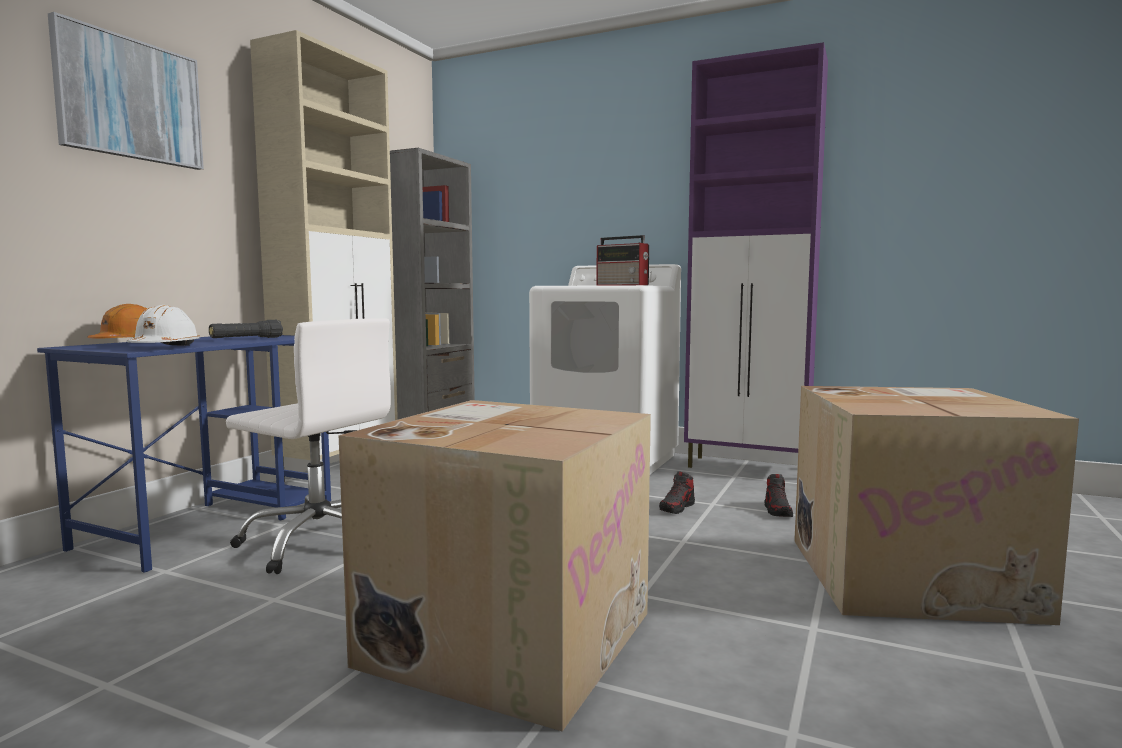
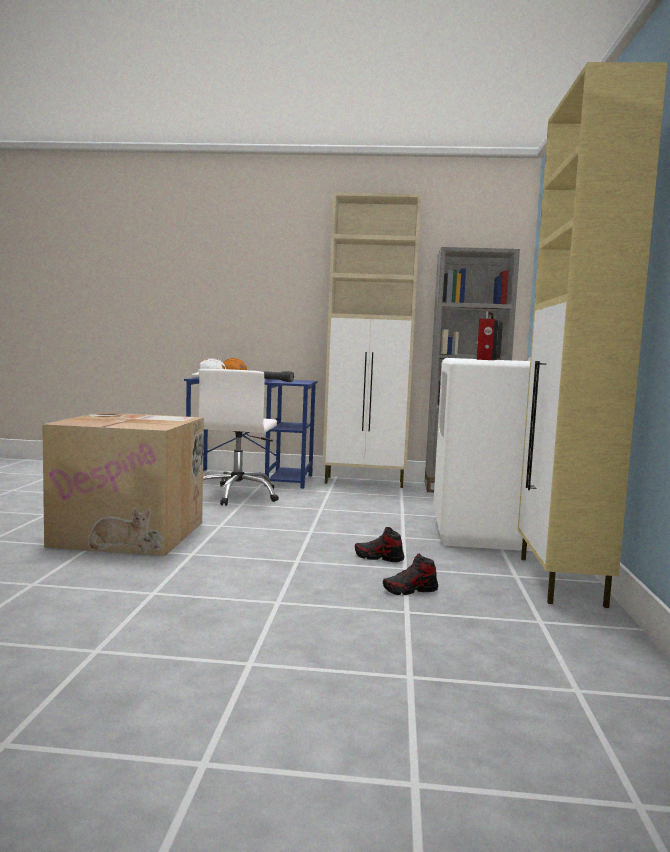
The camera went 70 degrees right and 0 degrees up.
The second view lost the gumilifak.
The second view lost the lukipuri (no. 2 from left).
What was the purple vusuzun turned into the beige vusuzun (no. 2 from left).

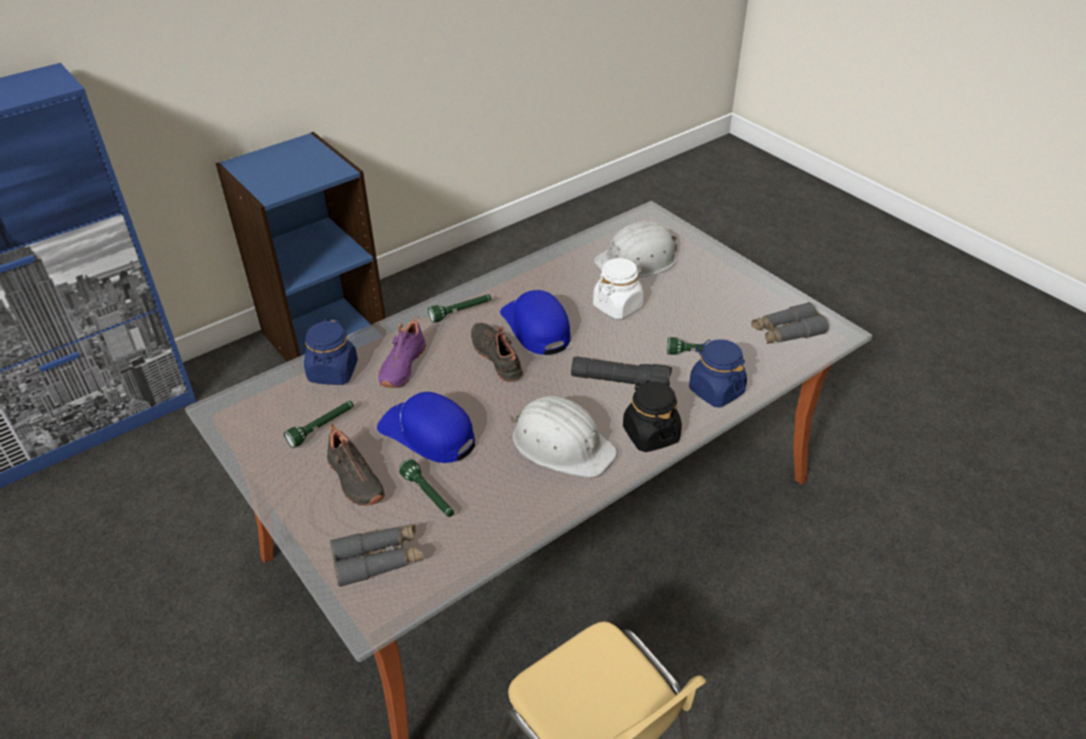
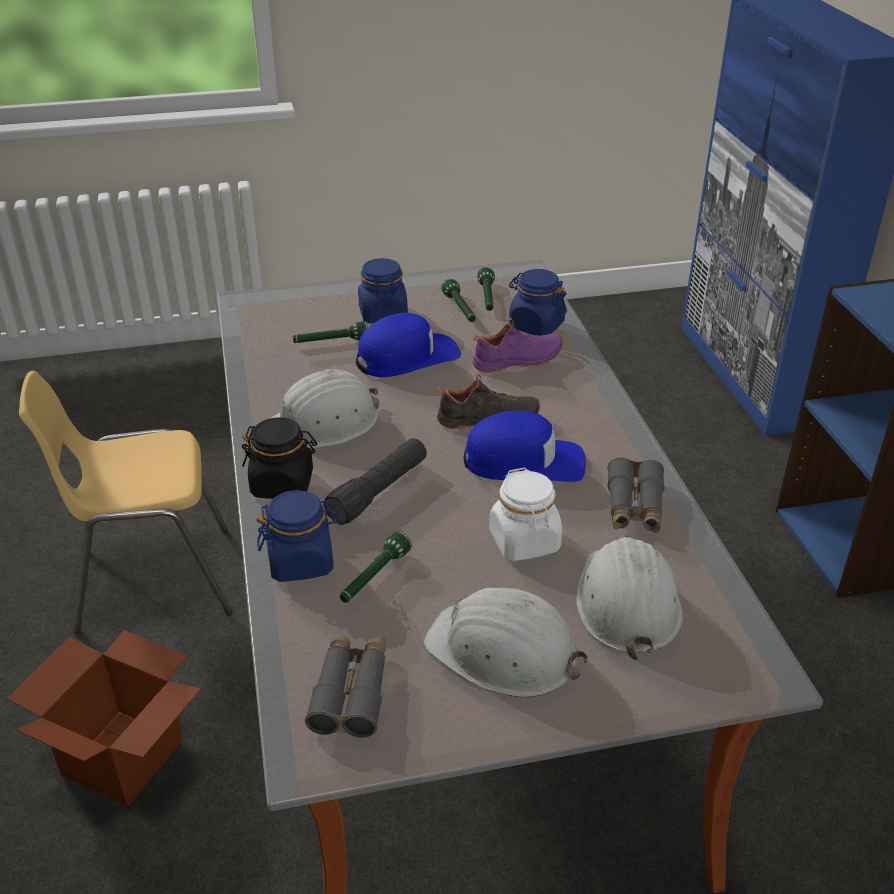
The camera went 115 degrees right and 5 degrees down.
The second view gained the lukipuri.
The second view gained the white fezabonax (no. 2 from left).
The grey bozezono (no. 1 from left in the first image) ended up elsewhere.
The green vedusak (no. 3 from left in the first image) ended up elsewhere.
Where the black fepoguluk (no. 1 from left) stood, the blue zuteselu (no. 2 from left) came to stand.
The purple fepoguluk ended up facing another way, 120 degrees clockwise from before.

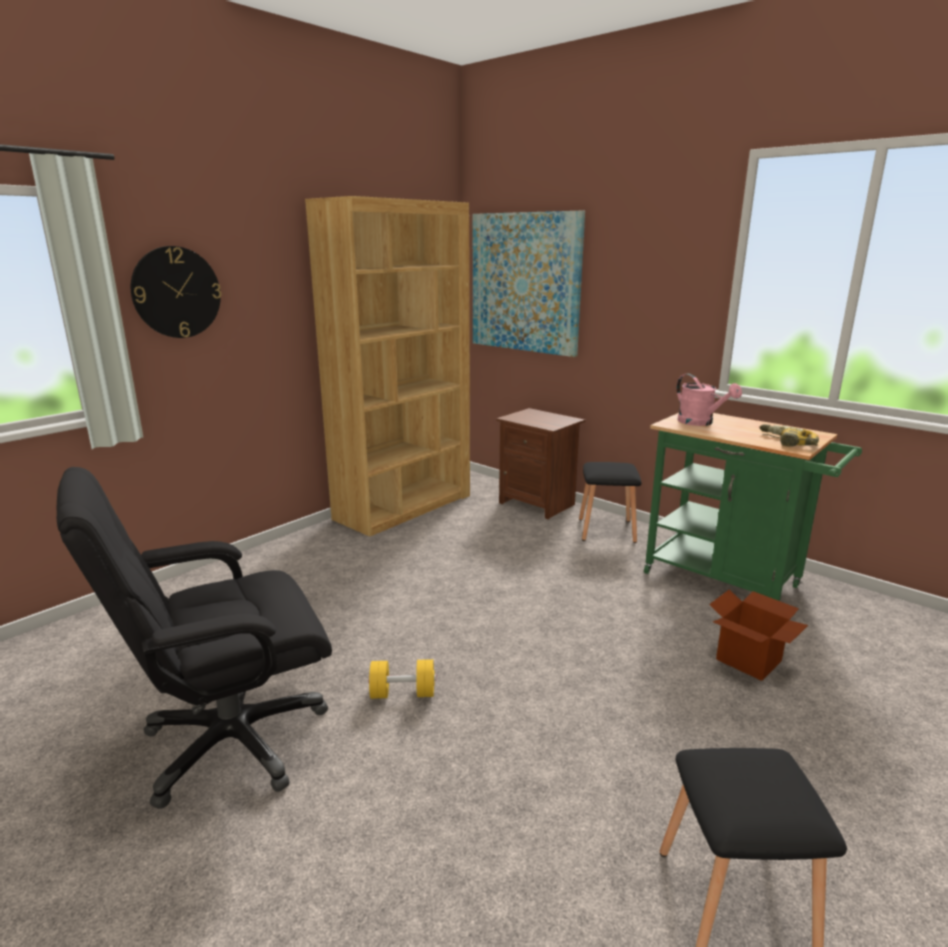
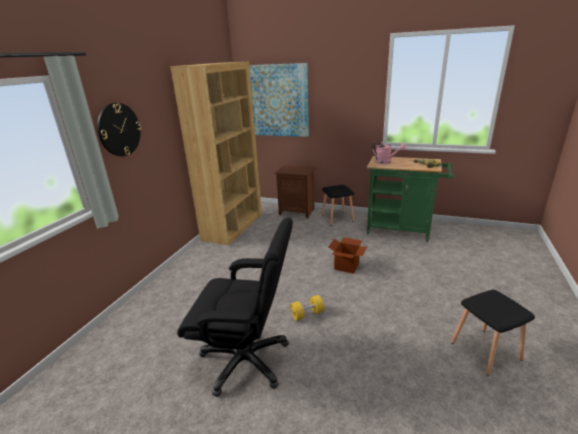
The camera went 20 degrees left and 5 degrees up.
The lukipuri ended up elsewhere.
The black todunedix ended up facing another way, 120 degrees counterclockwise from before.

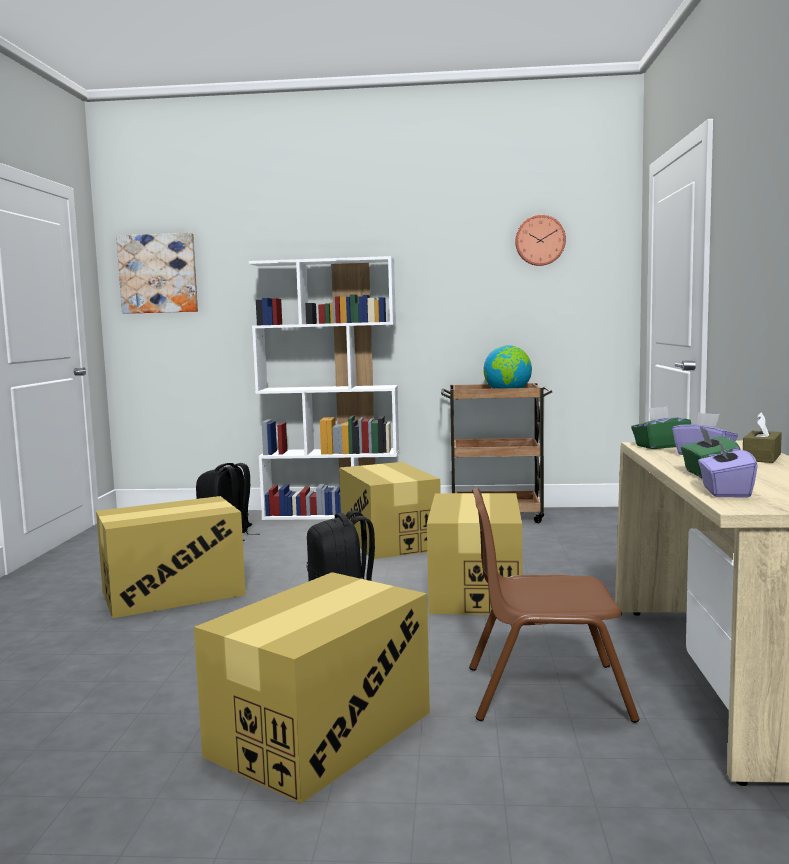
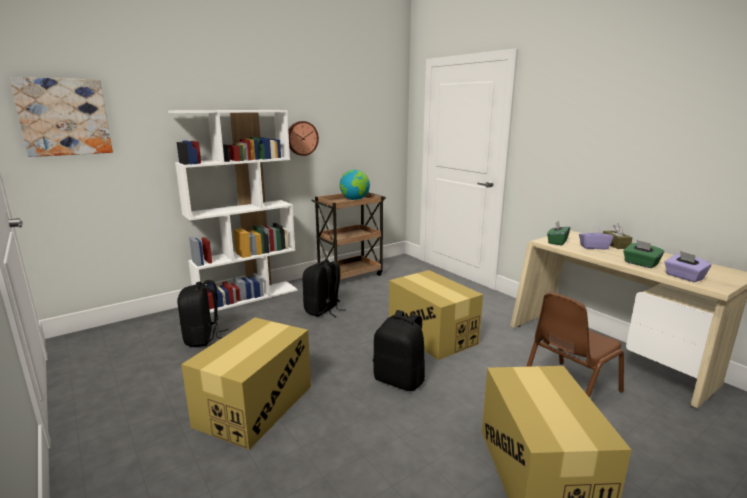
The camera went 40 degrees left and 10 degrees up.
The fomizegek ended up elsewhere.
Where the lukipuri (no. 3 from left) stood, the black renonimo (no. 2 from left) came to stand.

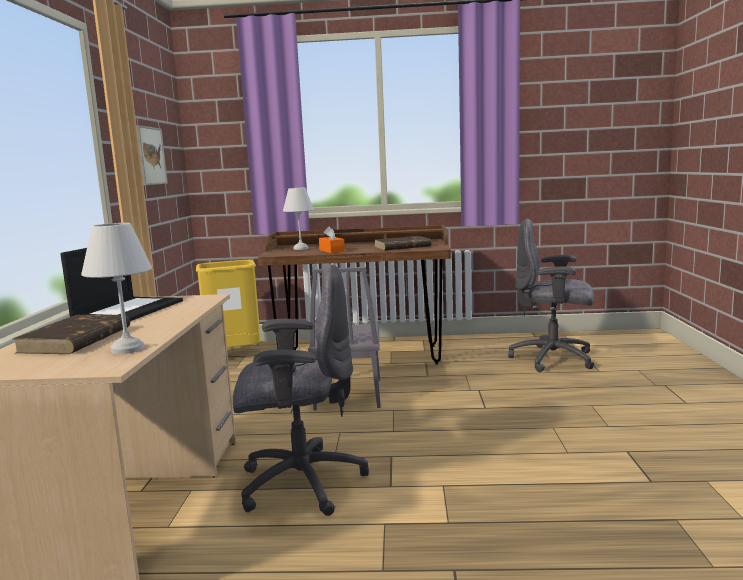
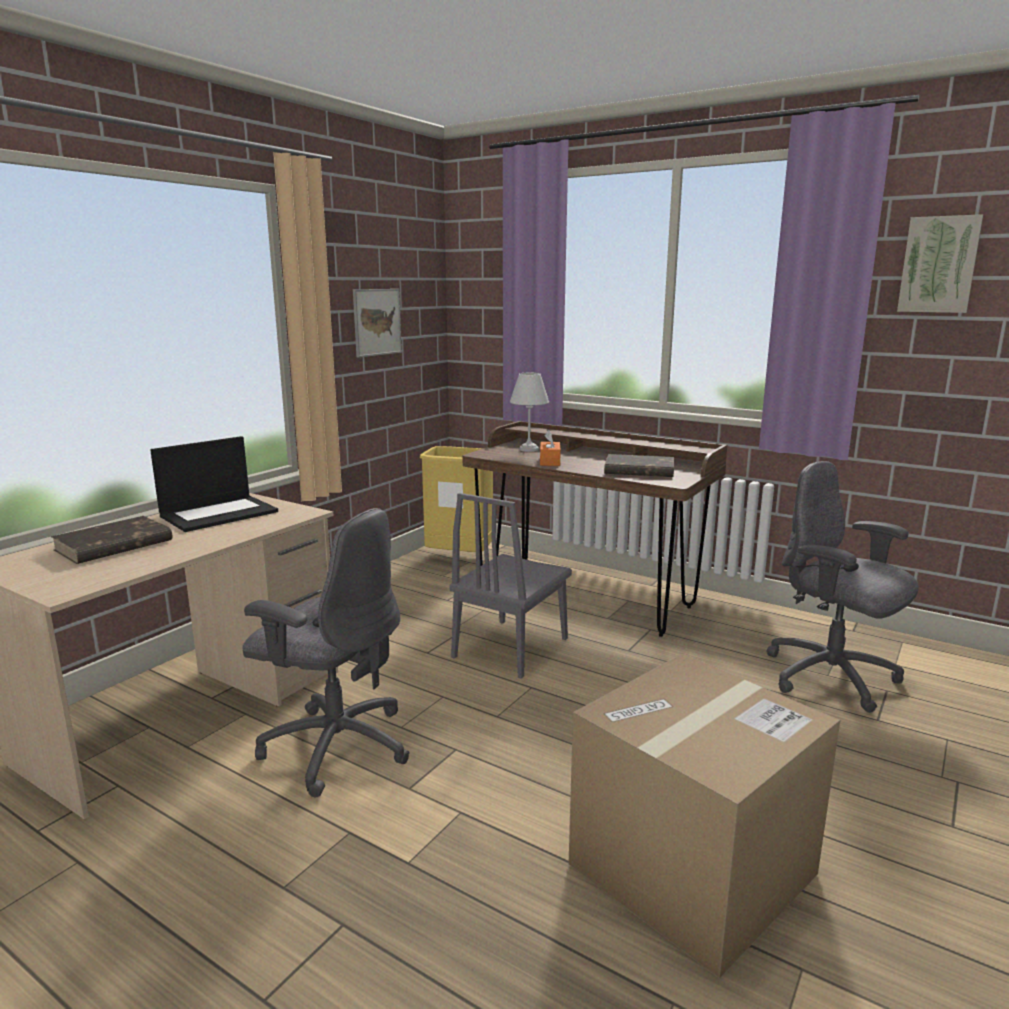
The camera went 30 degrees right and 5 degrees up.
The second view lost the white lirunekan (no. 1 from left).
The second view gained the lukipuri.
The second view gained the gumilifak (no. 2 from left).

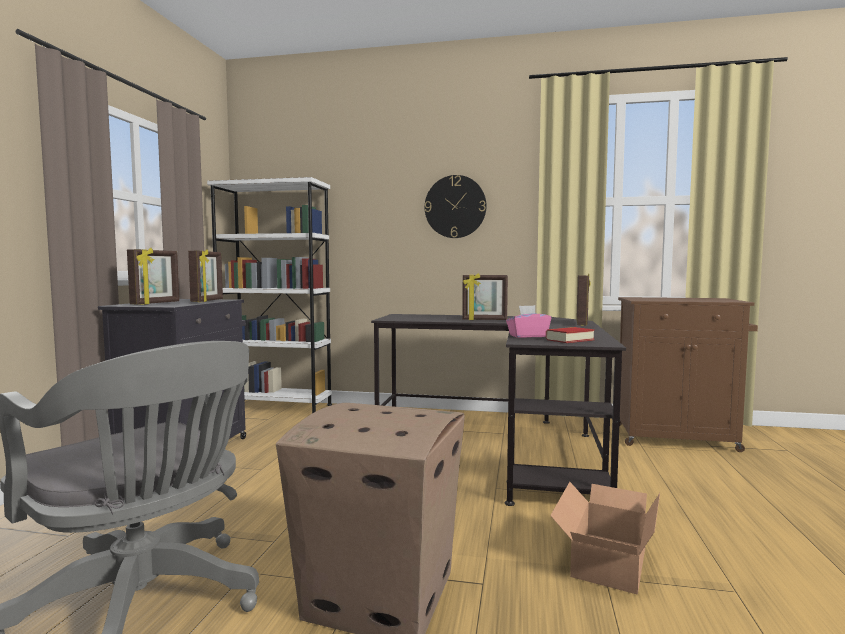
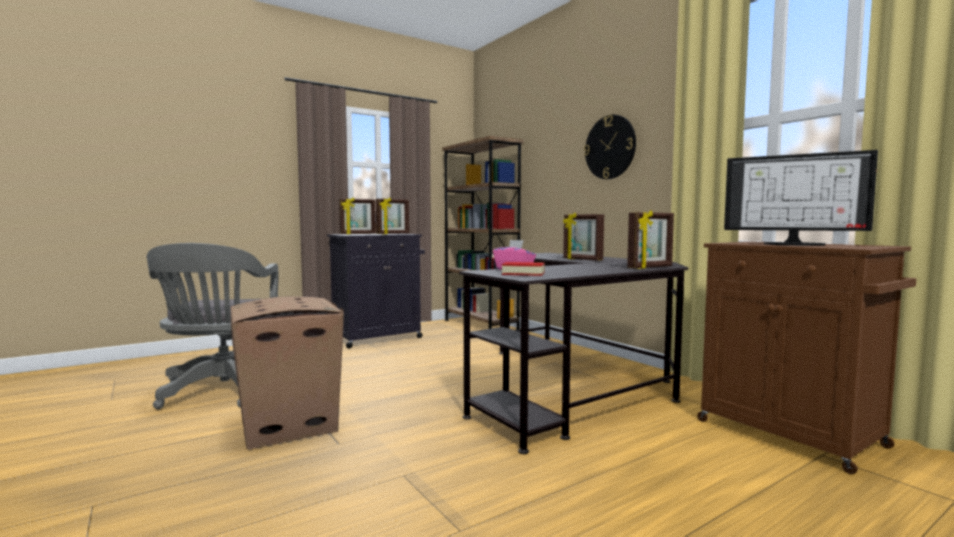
The camera went 45 degrees right and 0 degrees up.
The second view lost the lukipuri (no. 2 from left).
The second view gained the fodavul.
What was the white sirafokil turned into the brown sirafokil.

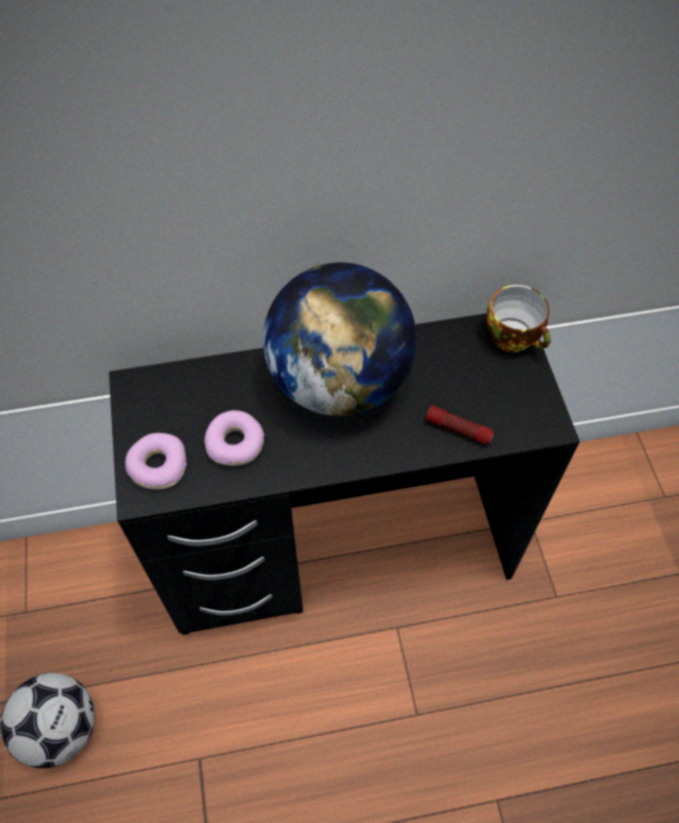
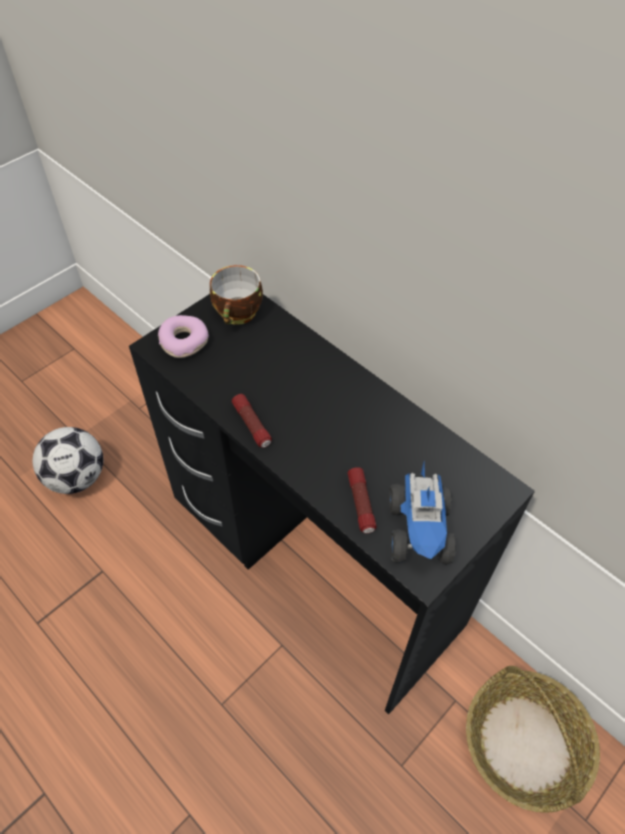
The camera went 55 degrees right and 5 degrees down.
The second view lost the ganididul (no. 2 from left).
The second view lost the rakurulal.
The second view gained the vedusak (no. 1 from left).
The second view gained the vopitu.
The second view gained the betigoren.
The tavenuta ended up elsewhere.

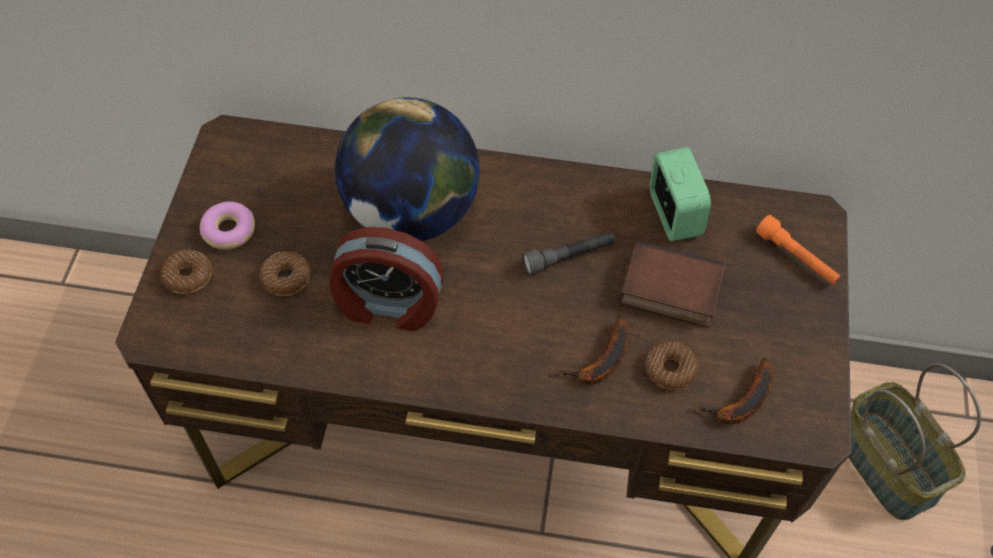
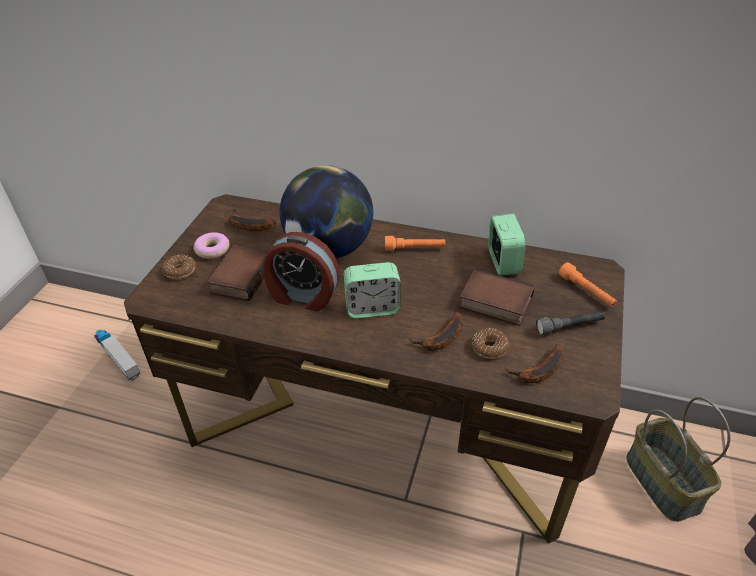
The camera went 10 degrees right and 15 degrees down.
The second view gained the vopitu.
The second view gained the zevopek (no. 1 from left).
The second view gained the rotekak (no. 2 from left).
The second view gained the orange vedusak (no. 1 from left).
The grey vedusak ended up elsewhere.
Where the ganididul (no. 3 from left) stood, the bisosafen (no. 1 from left) came to stand.

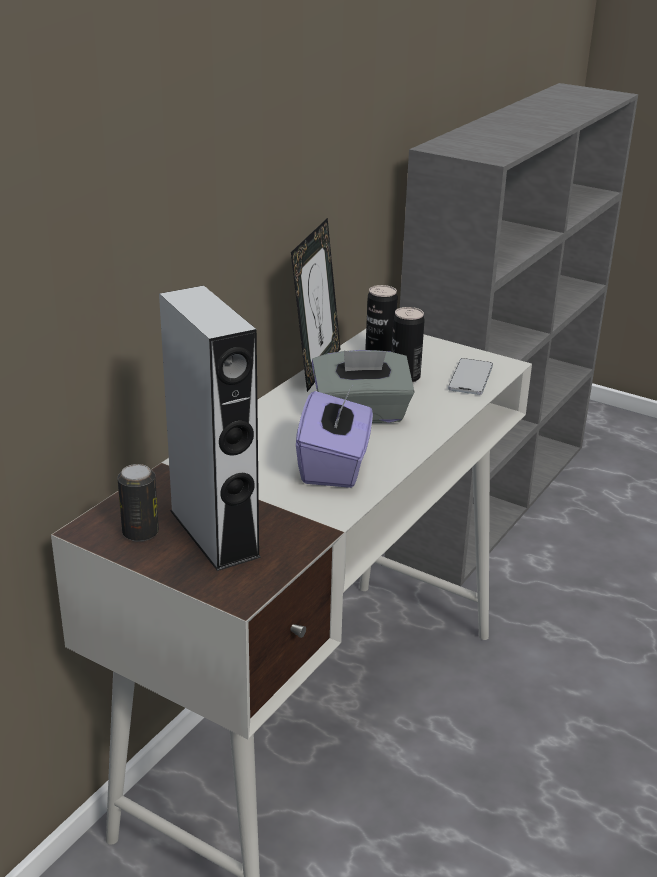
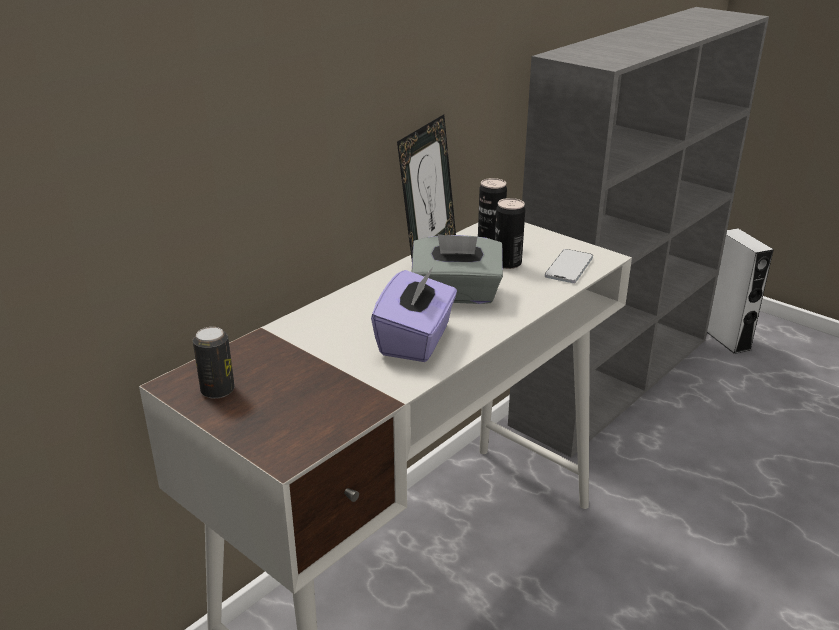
The camera went 10 degrees right and 0 degrees up.
The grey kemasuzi ended up elsewhere.

